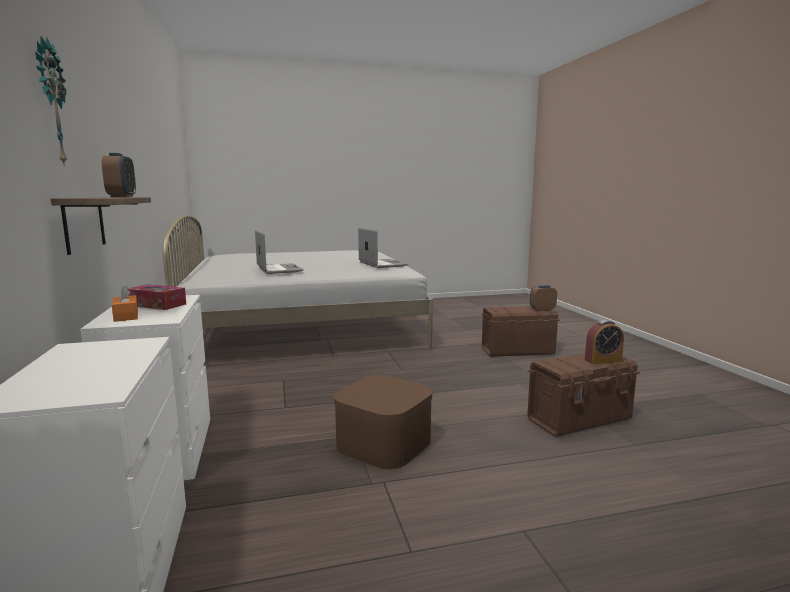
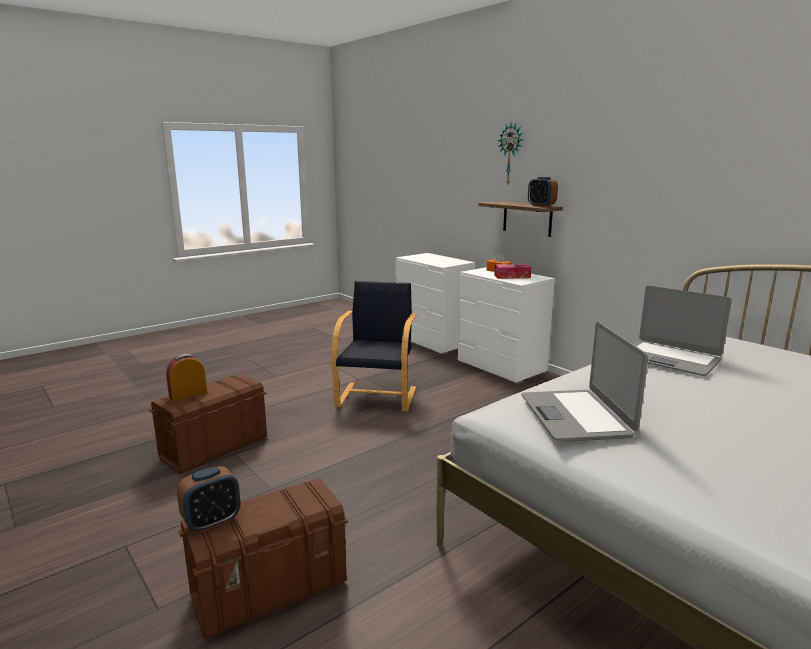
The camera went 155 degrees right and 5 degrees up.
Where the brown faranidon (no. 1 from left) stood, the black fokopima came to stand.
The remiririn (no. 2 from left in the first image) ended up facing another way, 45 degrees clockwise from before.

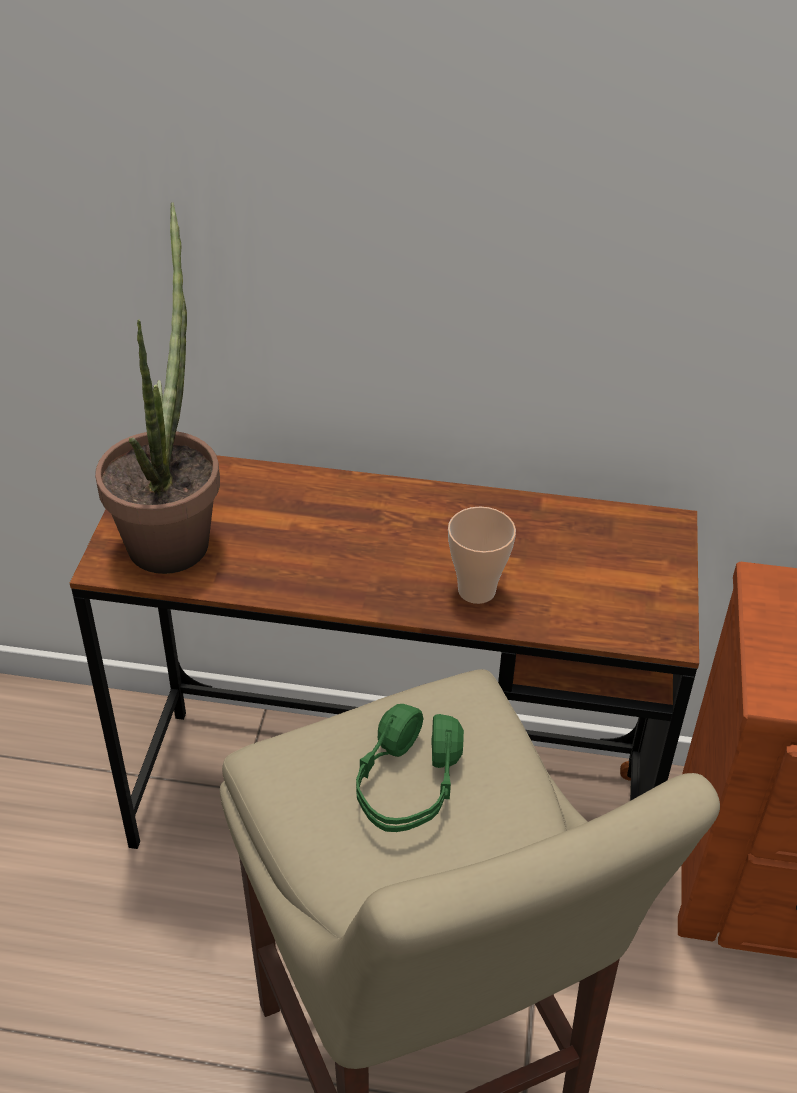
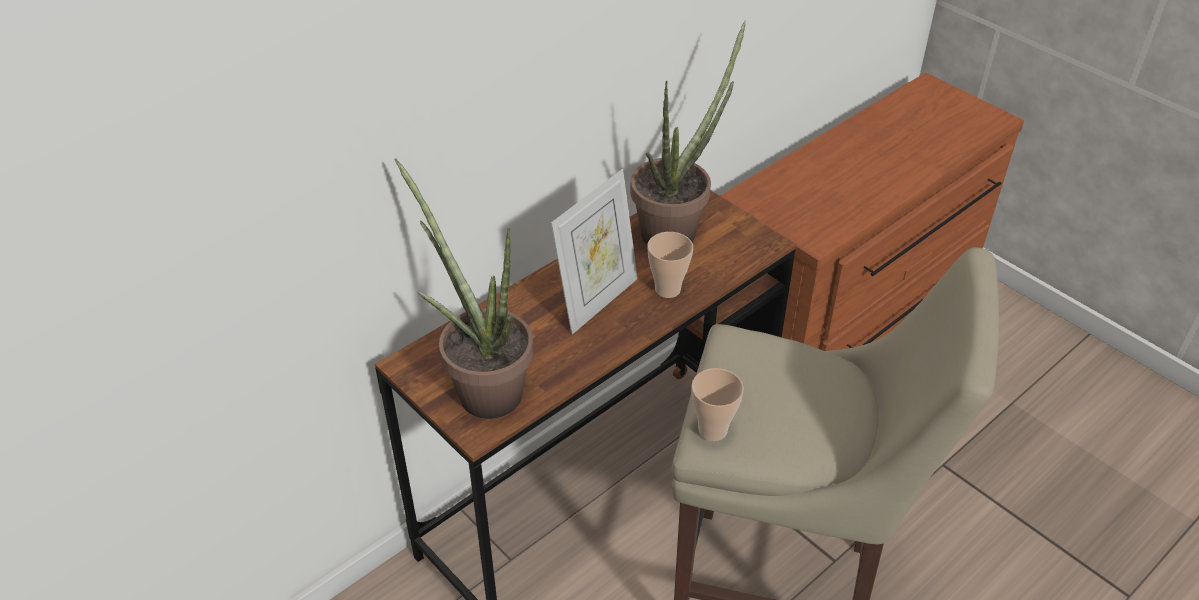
The camera went 50 degrees left and 0 degrees up.
The second view lost the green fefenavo.
The second view gained the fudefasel.
The second view gained the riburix (no. 2 from left).
The second view gained the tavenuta (no. 2 from left).

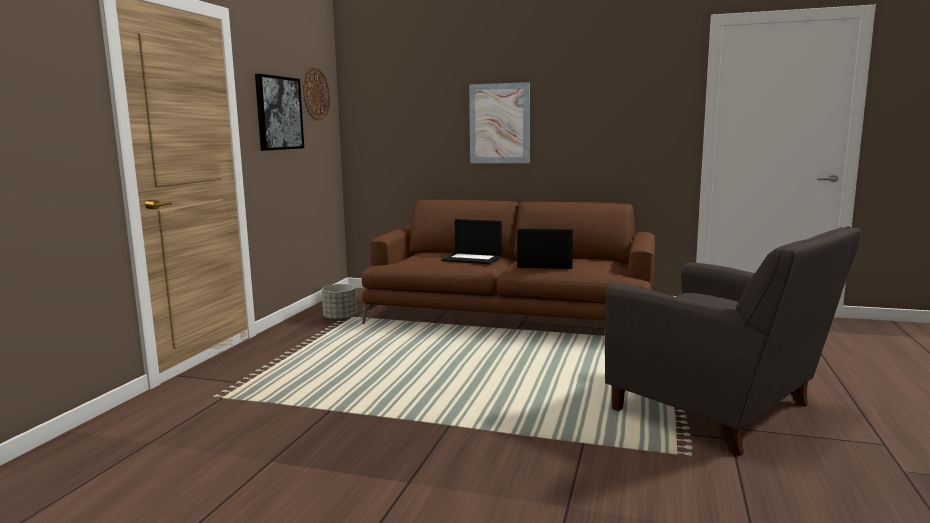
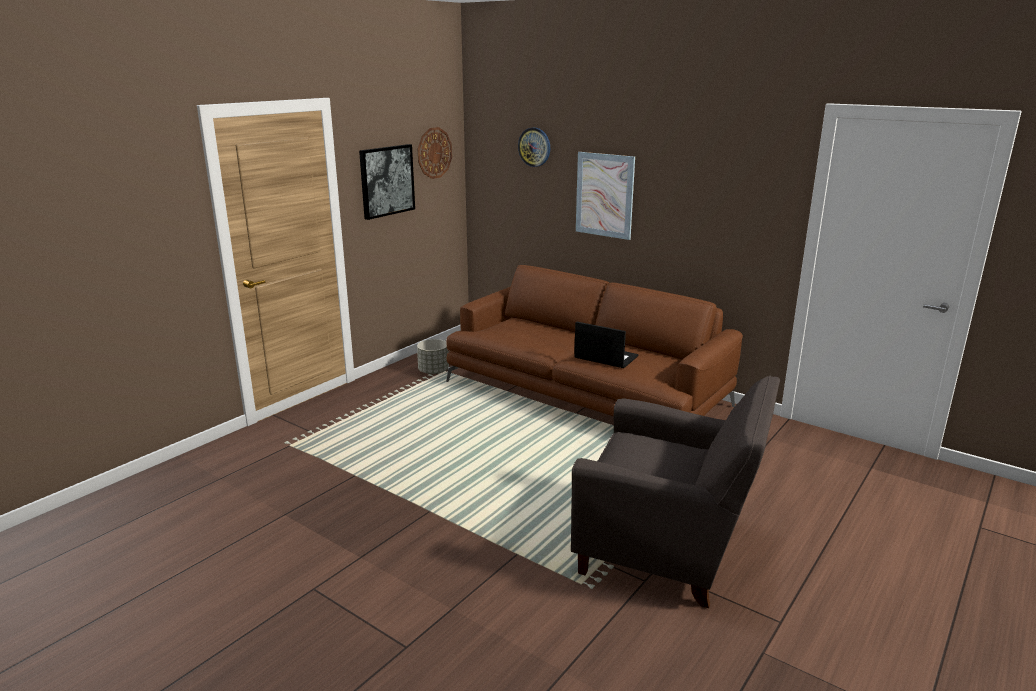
The camera went 20 degrees right and 10 degrees up.
The second view lost the remiririn (no. 1 from left).
The second view gained the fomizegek (no. 2 from left).
The grey fokopima ended up facing another way, 45 degrees counterclockwise from before.

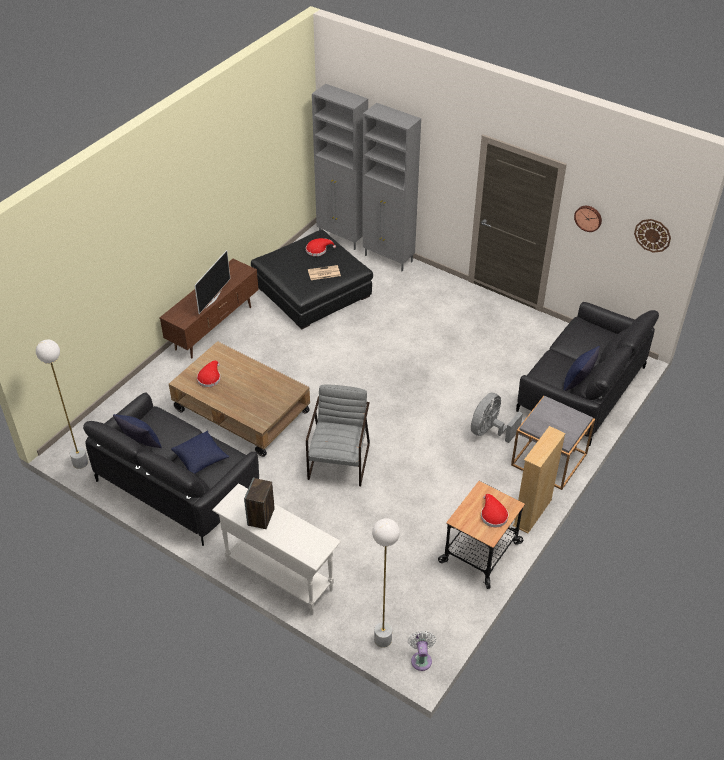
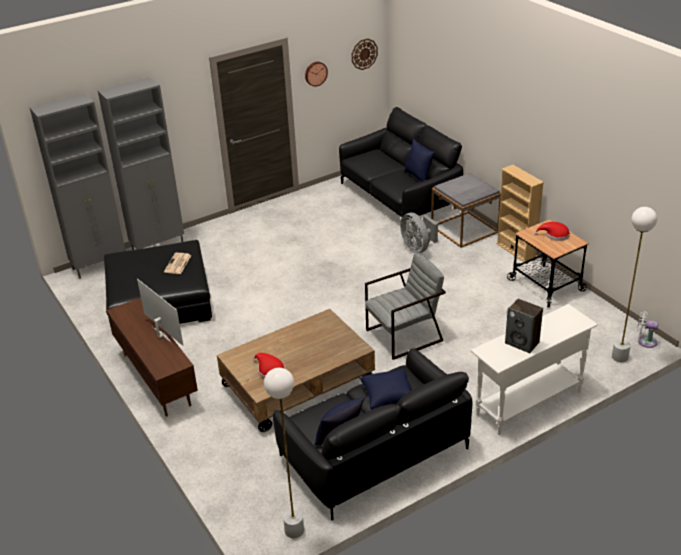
The camera went 65 degrees left and 10 degrees down.
The second view lost the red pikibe (no. 2 from left).
The grey fokopima ended up facing another way, 120 degrees clockwise from before.

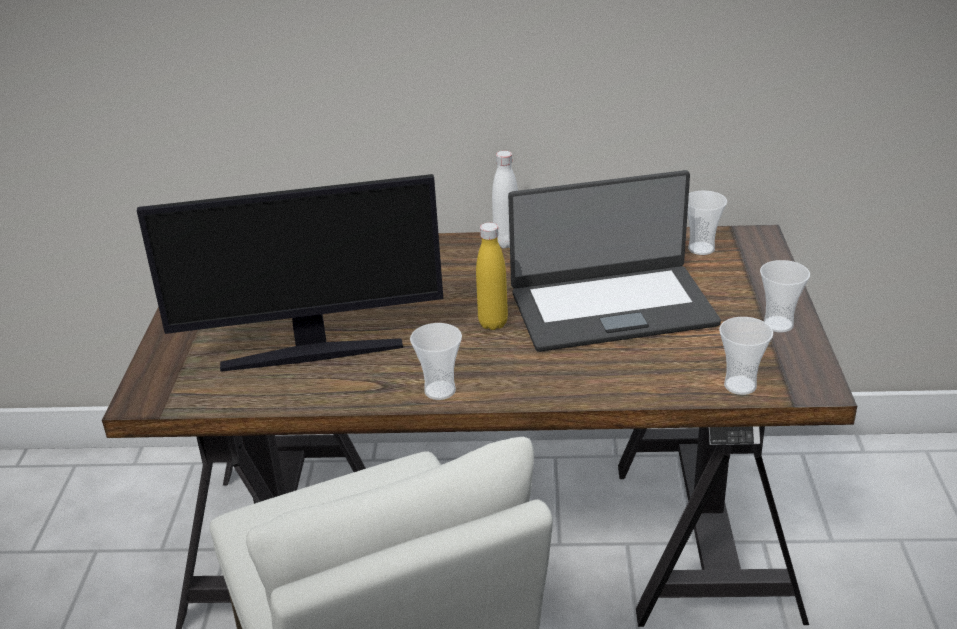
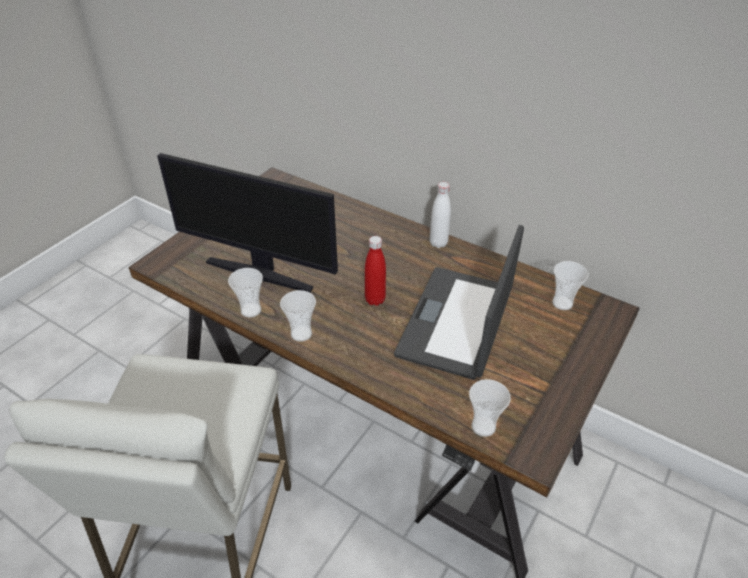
The camera went 30 degrees right and 10 degrees up.
The tavenuta (no. 4 from left in the first image) ended up elsewhere.
What was the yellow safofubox turned into the red safofubox.
The remiririn ended up facing another way, 90 degrees clockwise from before.

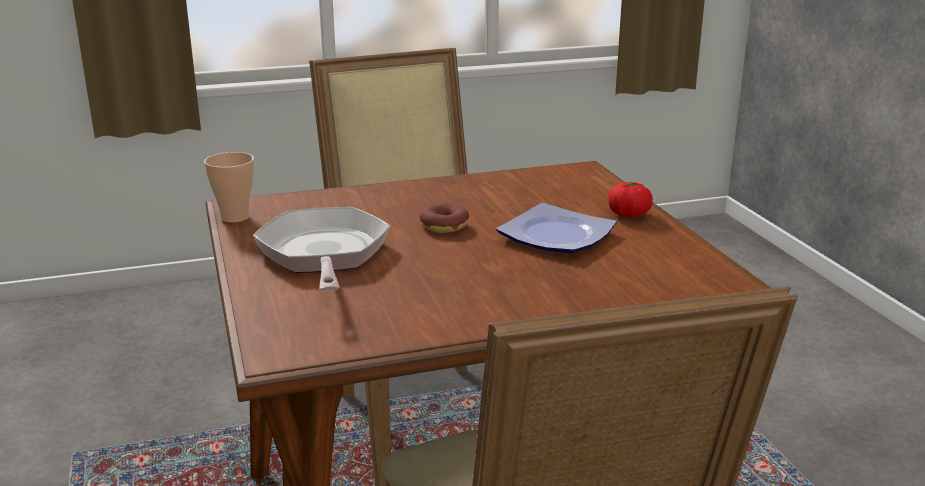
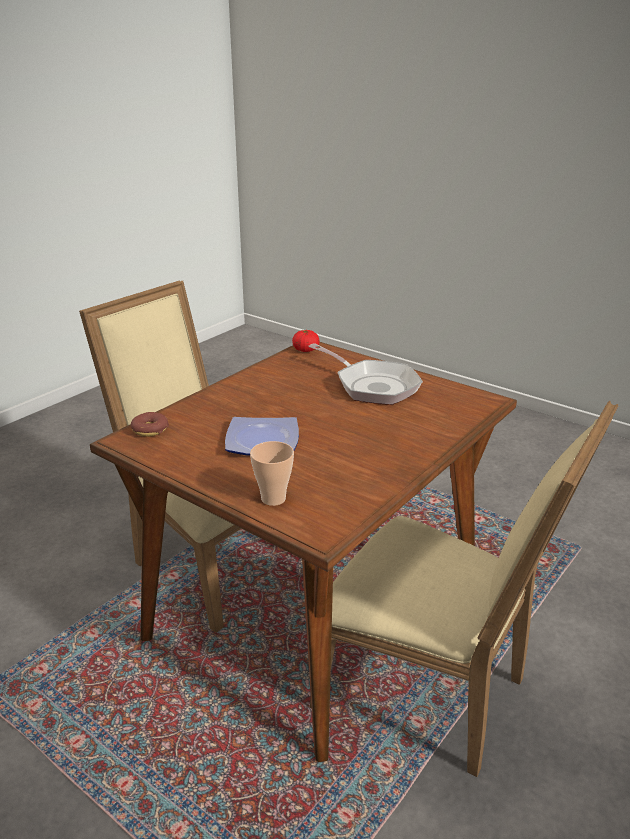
The camera went 145 degrees right and 5 degrees up.
The tavenuta ended up elsewhere.
The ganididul ended up elsewhere.
The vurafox ended up elsewhere.

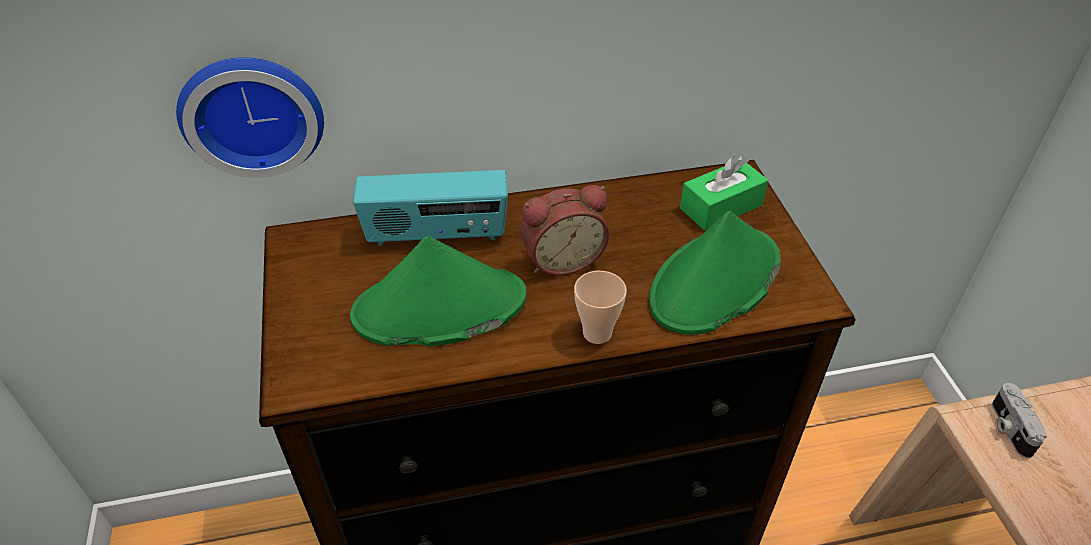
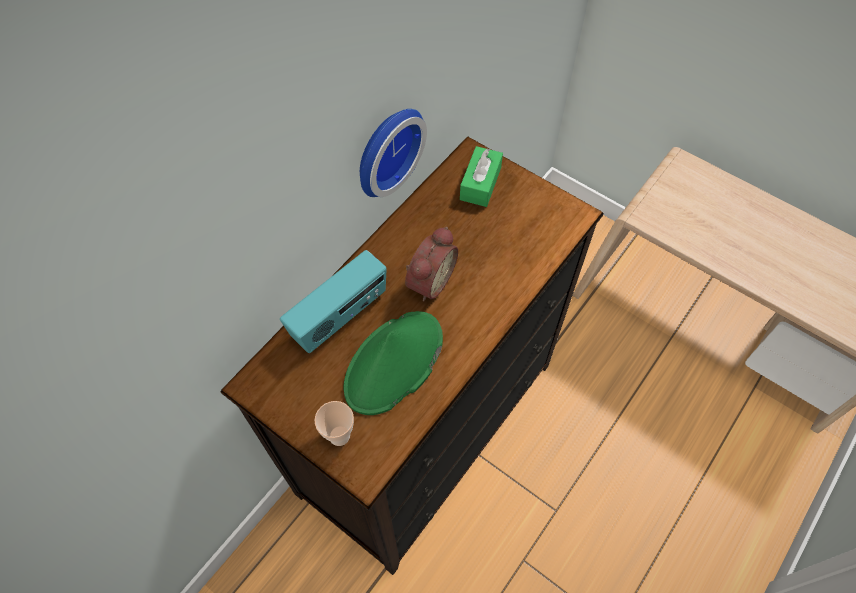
The camera went 40 degrees left and 15 degrees up.
The second view lost the green pikibe (no. 2 from left).
The second view lost the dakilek.
The fomizegek ended up elsewhere.
The tavenuta ended up elsewhere.

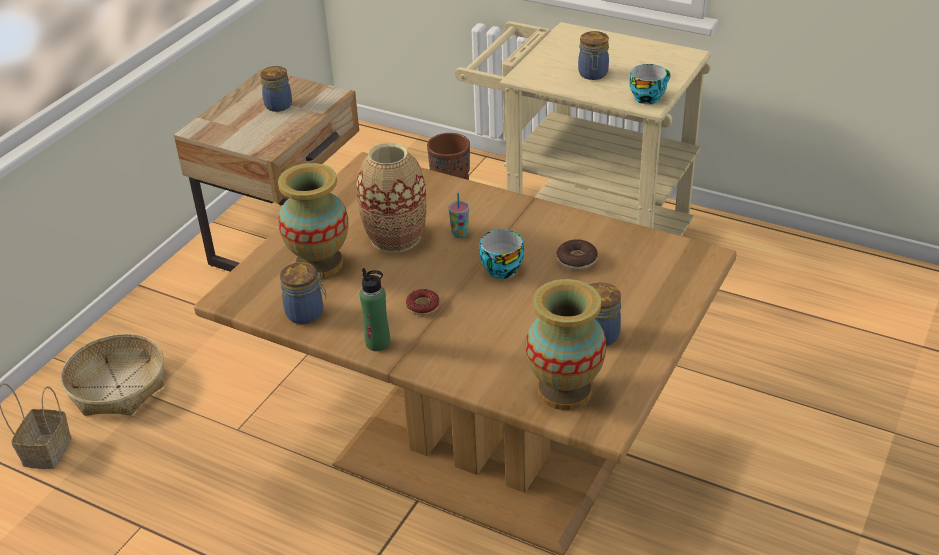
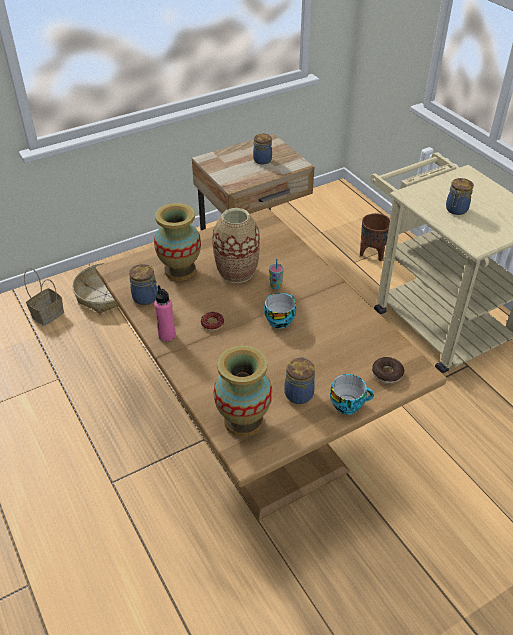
The camera went 30 degrees right and 5 degrees up.
The ganididul (no. 2 from left) ended up elsewhere.
The tavenuta (no. 3 from left) ended up elsewhere.
What was the green safofubox turned into the pink safofubox.

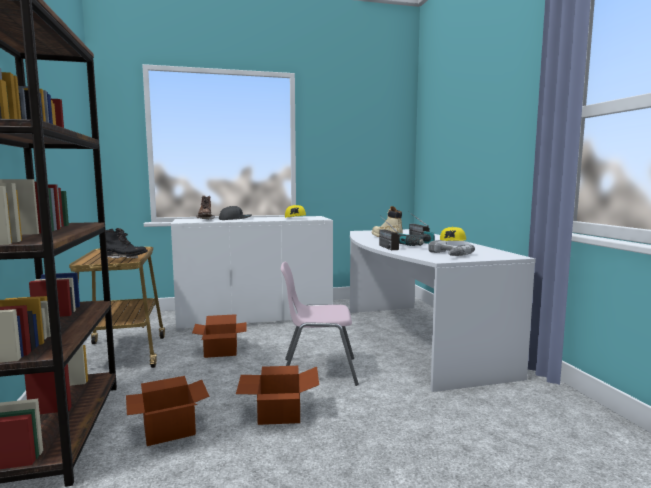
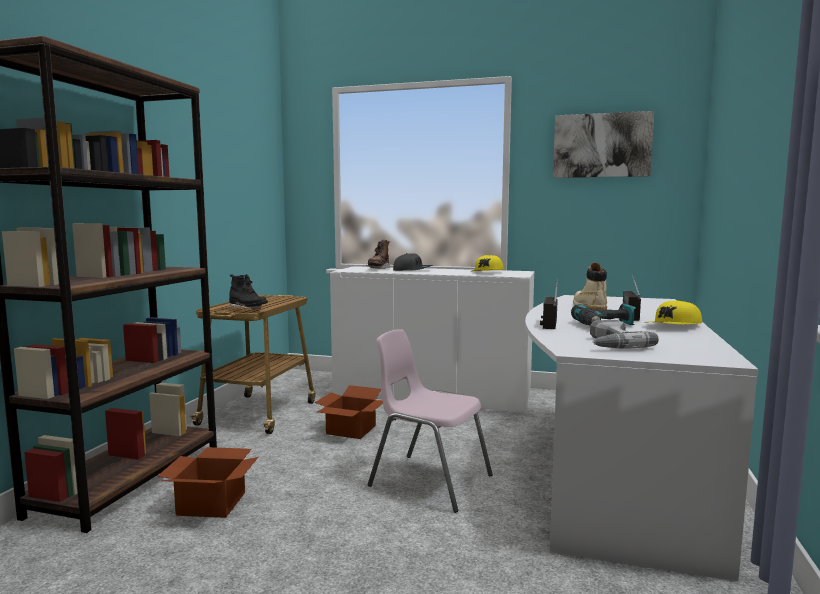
The camera went 30 degrees right and 0 degrees up.
The second view lost the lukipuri (no. 3 from left).
The second view gained the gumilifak.

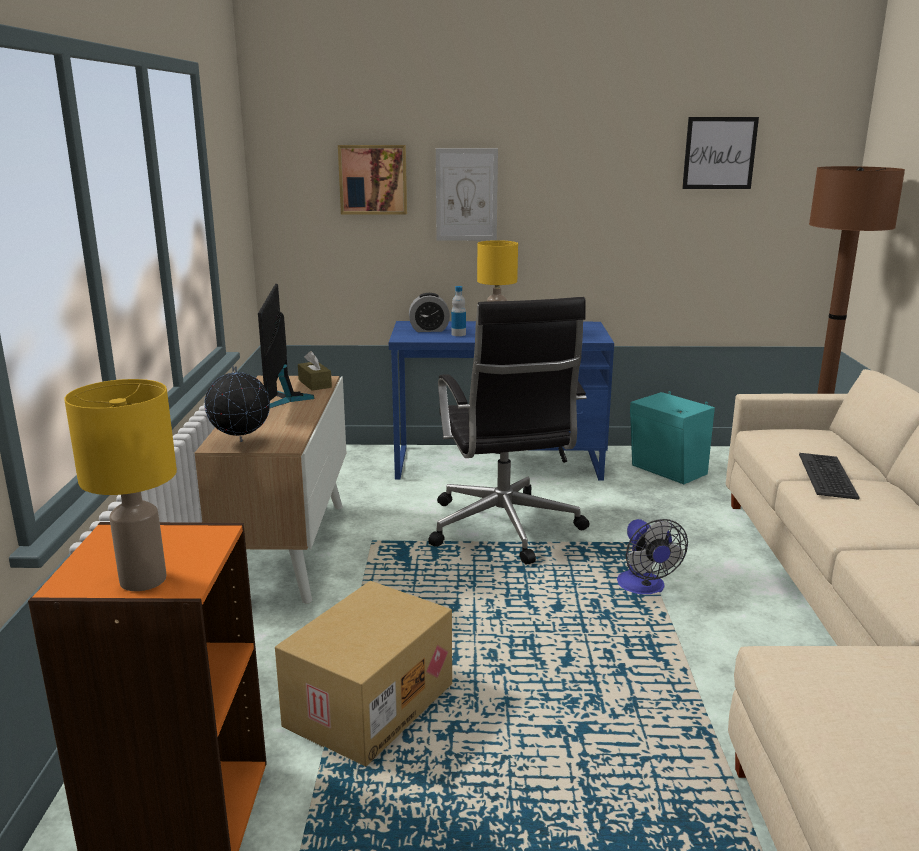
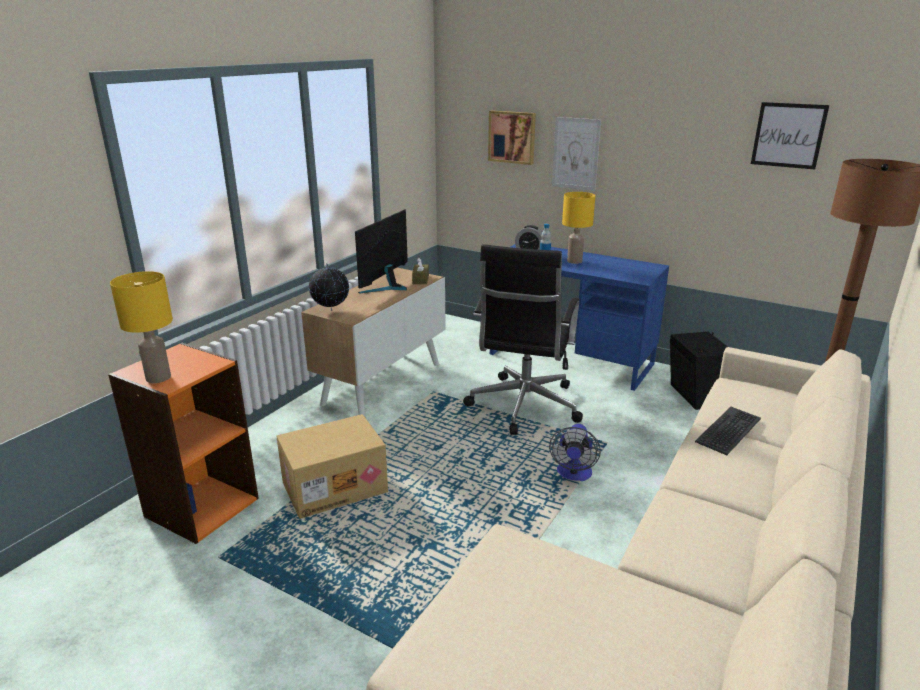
The camera went 30 degrees right and 5 degrees up.
What was the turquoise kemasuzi turned into the black kemasuzi.

